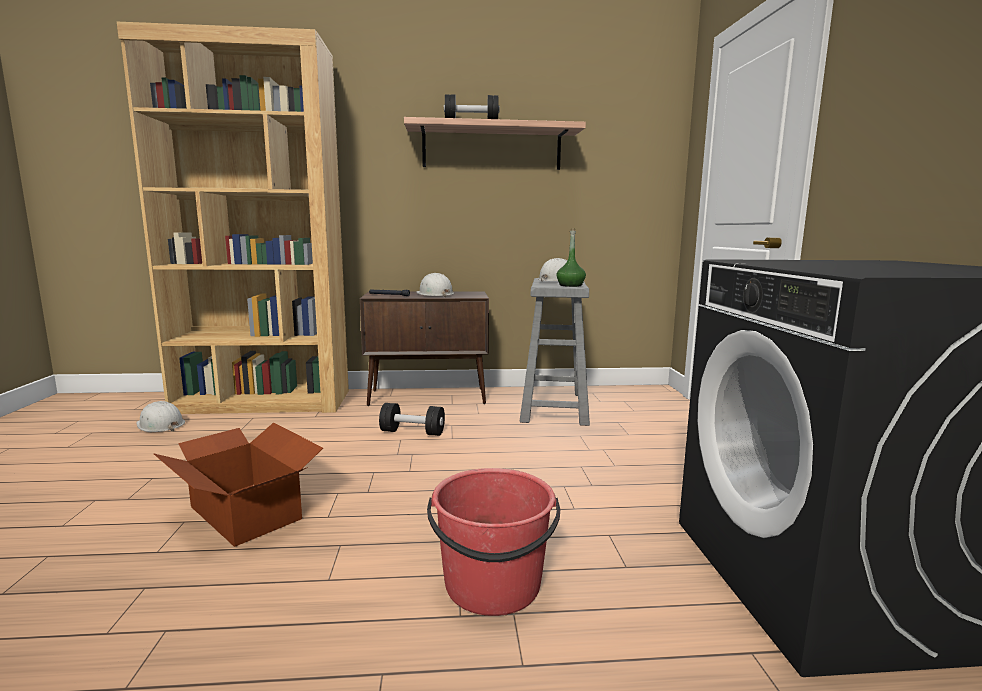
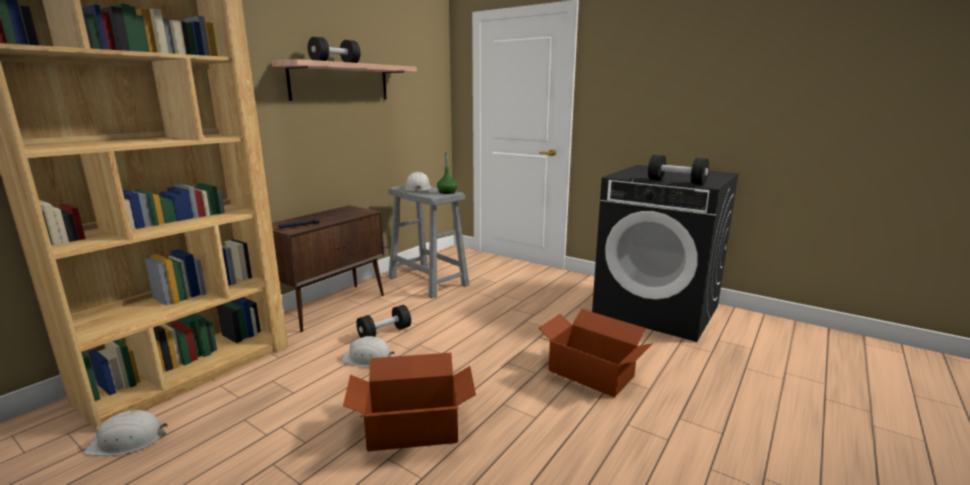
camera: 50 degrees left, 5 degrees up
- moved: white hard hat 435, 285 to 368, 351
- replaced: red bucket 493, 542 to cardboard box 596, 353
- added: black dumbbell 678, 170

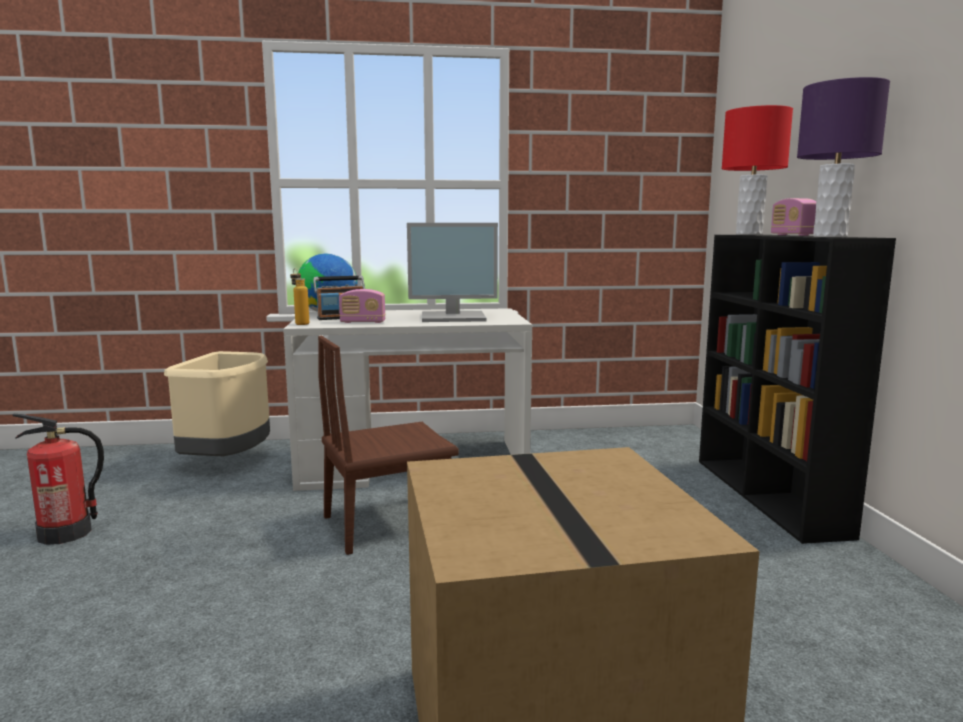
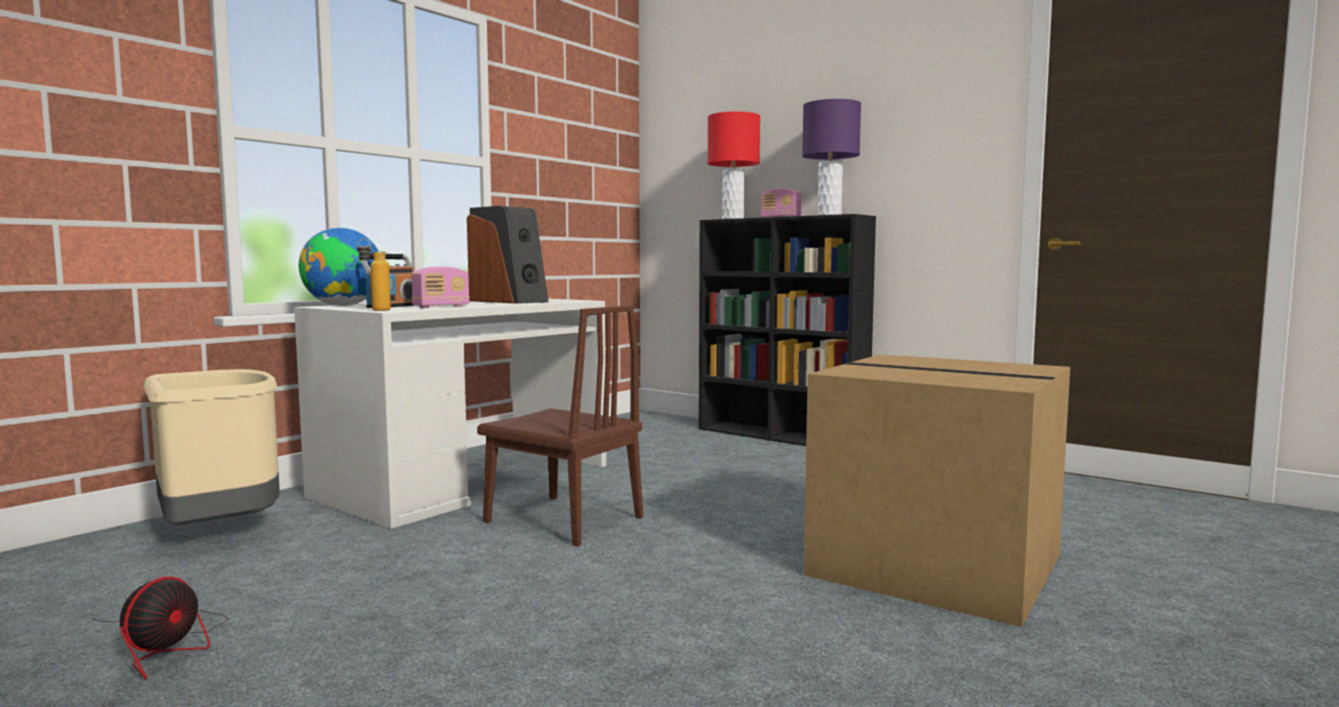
camera: 45 degrees left, 5 degrees down
- replaced: fire extinguisher 58, 479 to fan 160, 628
- replaced: monitor 452, 272 to speaker 508, 255
- turned: brown chair 388, 445 = 560, 426 75 degrees counterclockwise

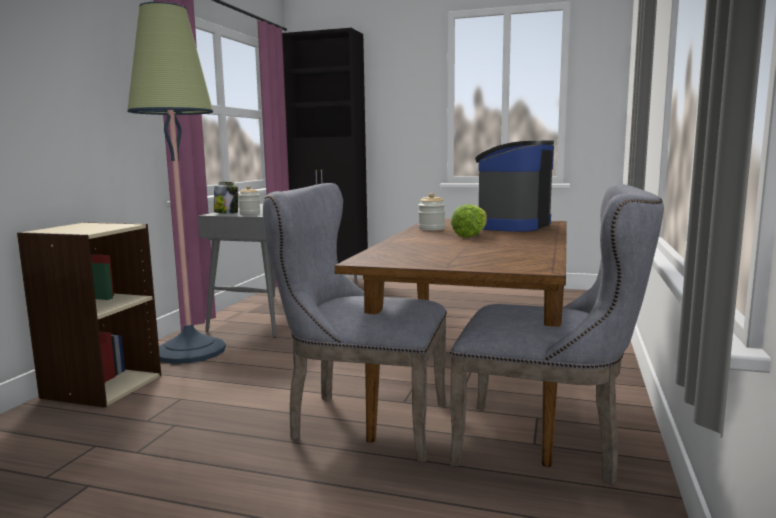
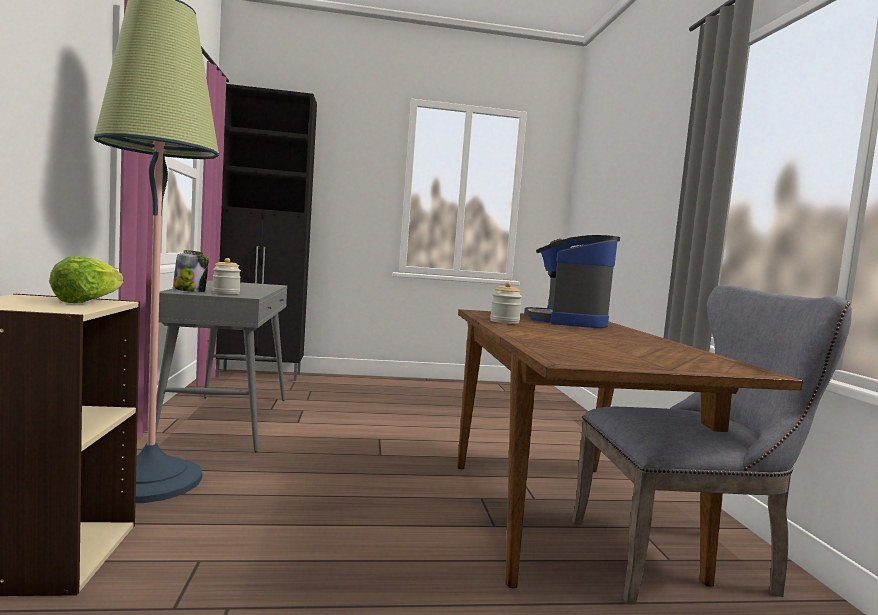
camera: 25 degrees left, 5 degrees down
- moved: lettuce 469, 220 to 86, 279
- removed: grey chair 355, 322

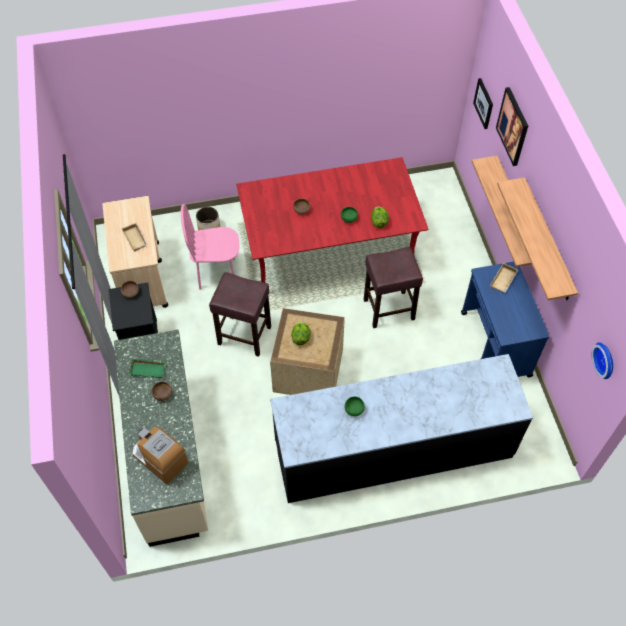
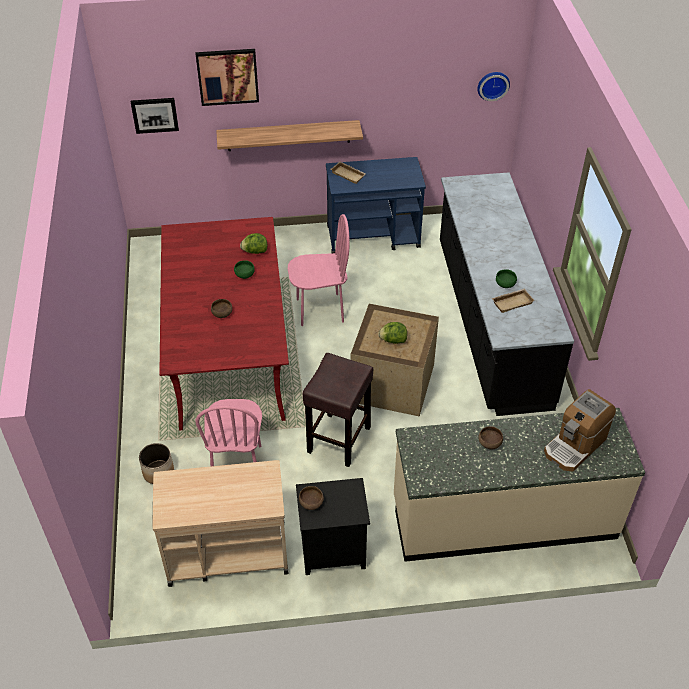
camera: 85 degrees left, 10 degrees down
- replaced: brown stool 393, 287 to pink chair 319, 270
- moved: beige tray 134, 237 to 513, 301
- removed: green tray 147, 368
- removed: shelf 537, 238

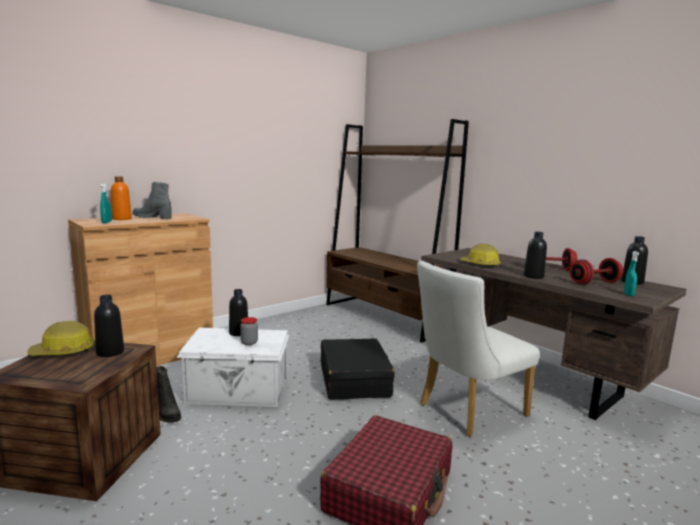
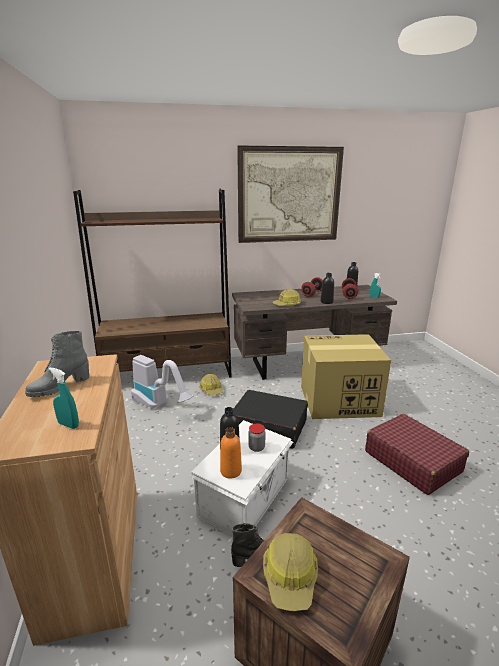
camera: 60 degrees left, 10 degrees up
- added: vacuum cleaner 162, 382
- added: hard hat 211, 384
- moved: orange bottle 121, 198 to 231, 452
- added: picture 290, 194
- replaced: white chair 478, 349 to cardboard box 346, 376
- removed: black bottle 109, 326

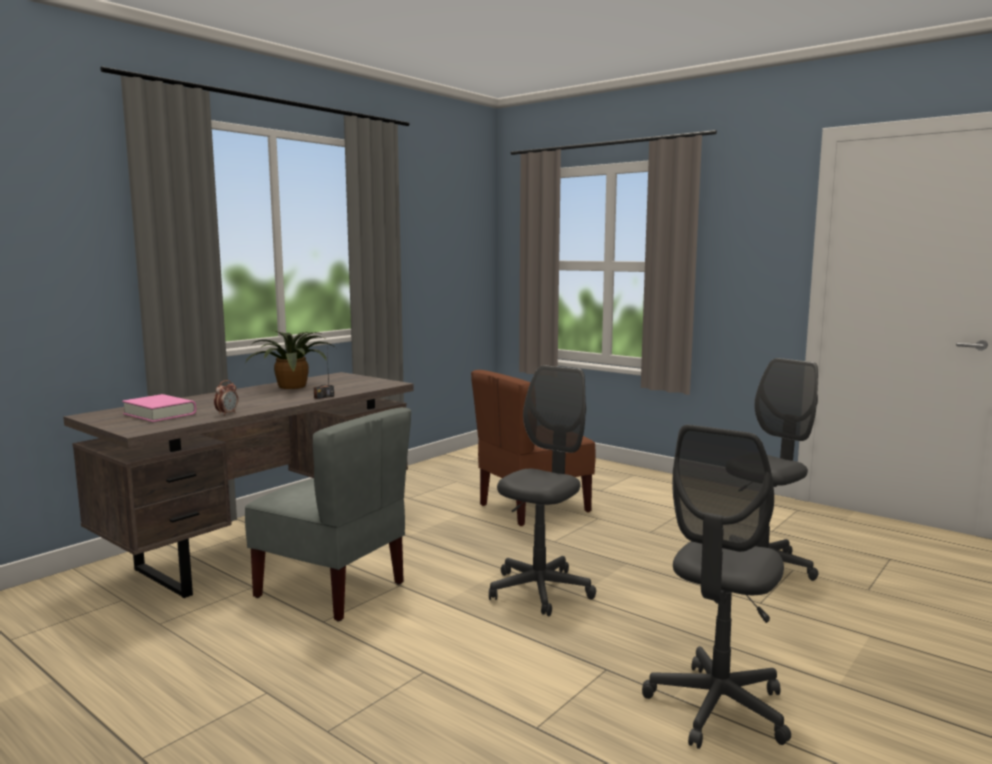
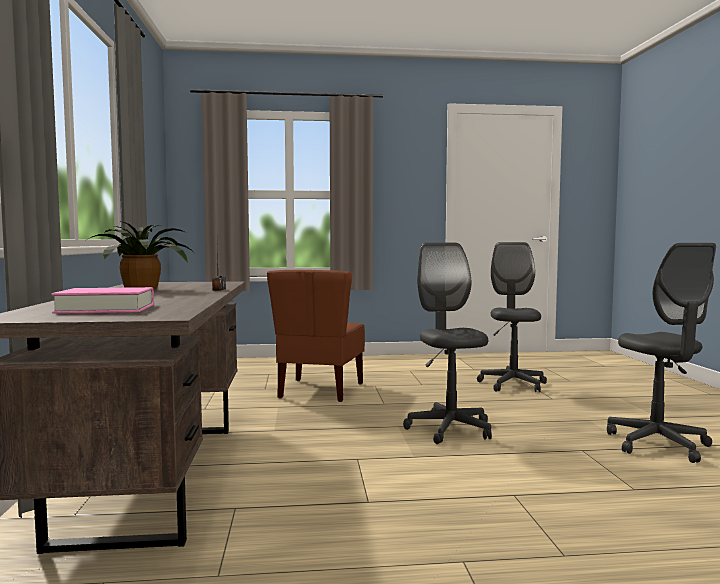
camera: 45 degrees left, 5 degrees down
- removed: alarm clock 226, 398
- removed: grey chair 328, 514

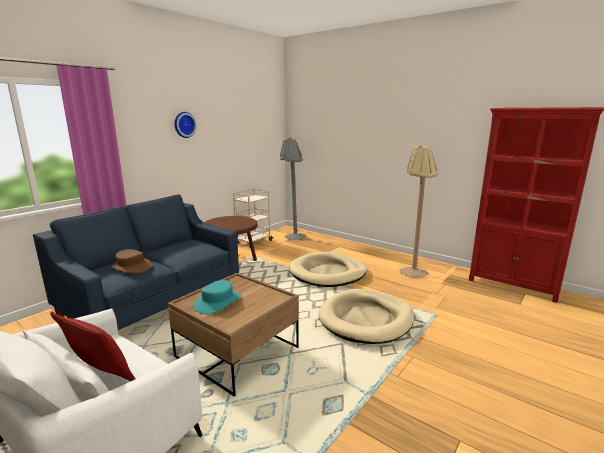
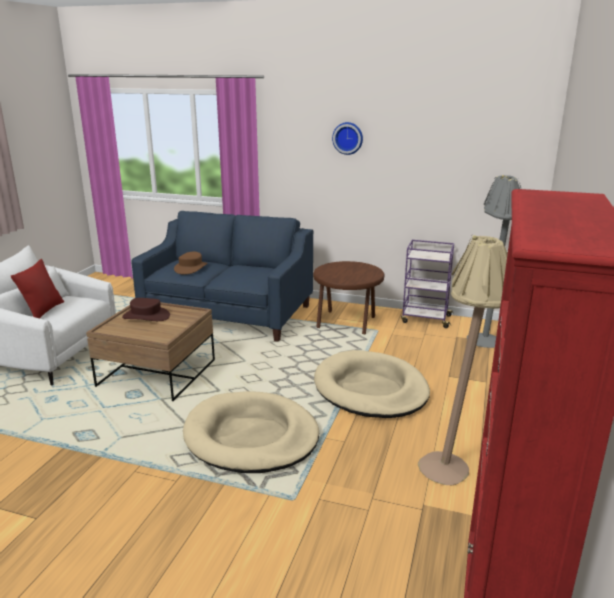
camera: 70 degrees right, 5 degrees up
- recoloured: turquoise hat 217, 297 to brown hat 146, 309
- recoloured: beige cart 253, 217 to purple cart 427, 284

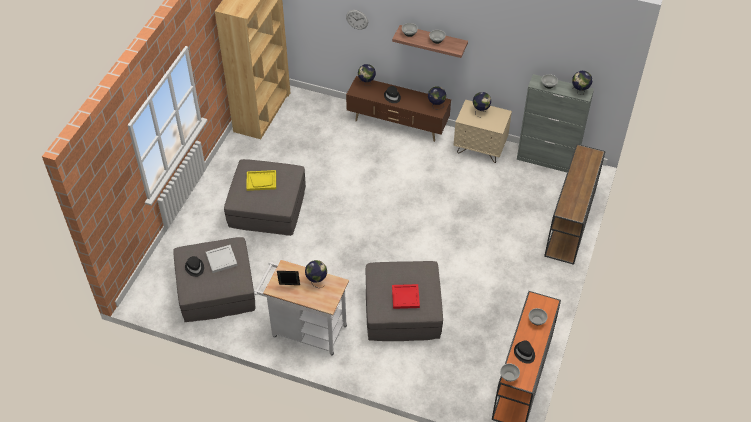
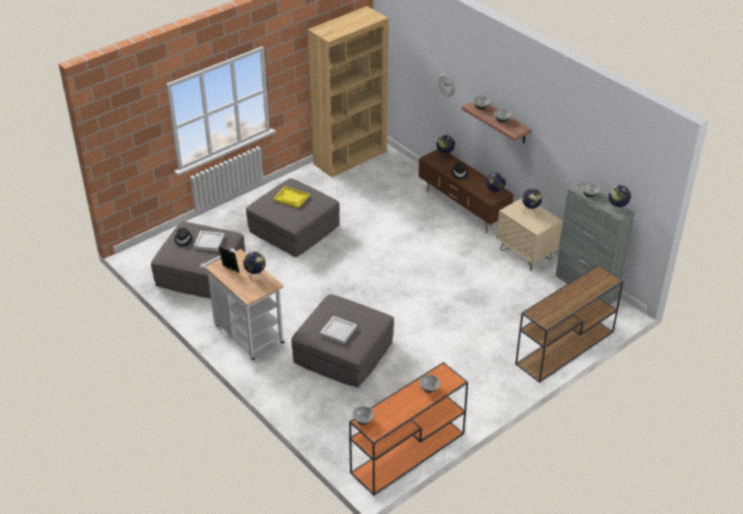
camera: 30 degrees right, 10 degrees down
- recoloured: red tray 406, 296 to white tray 338, 330
- removed: black hat 524, 352

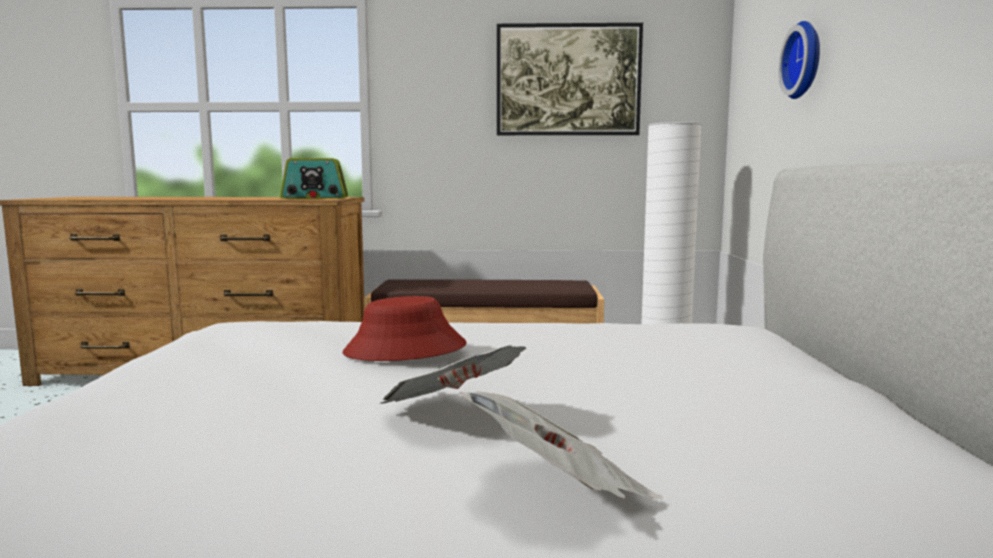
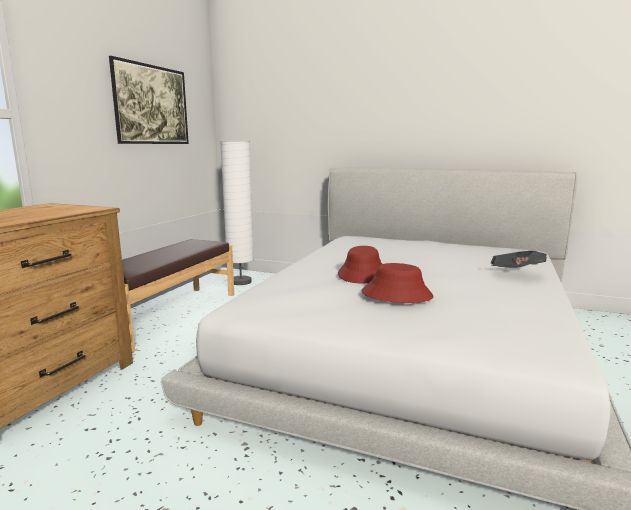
camera: 70 degrees left, 5 degrees up
- added: red hat 397, 283
- removed: radio 314, 178
- removed: newspaper 452, 374
- removed: wall clock 799, 60

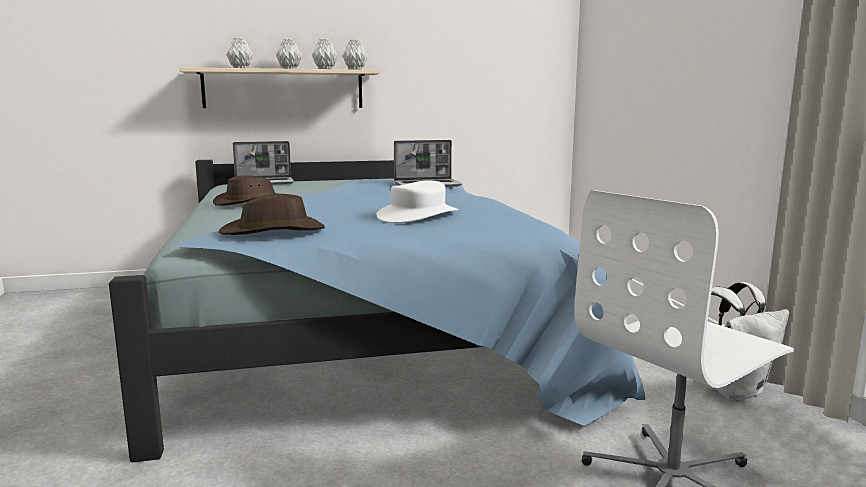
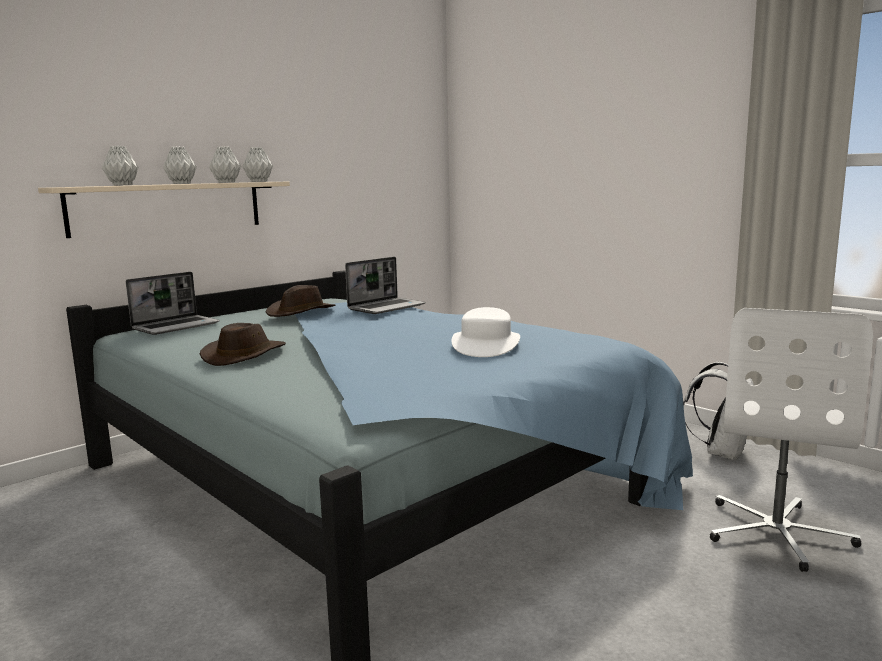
camera: 30 degrees left, 0 degrees up
- moved: brown hat 272, 214 to 300, 301

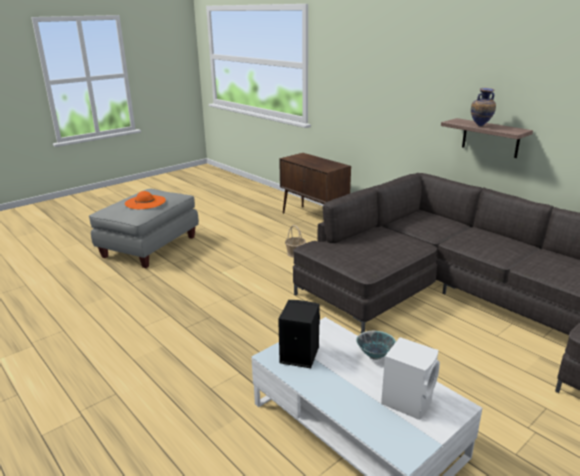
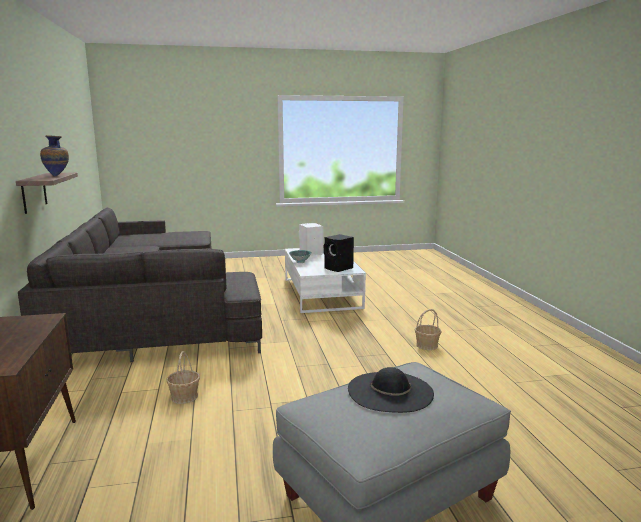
camera: 150 degrees left, 10 degrees down
- recoloured: orange hat 145, 200 to black hat 391, 390
- added: basket 428, 329

